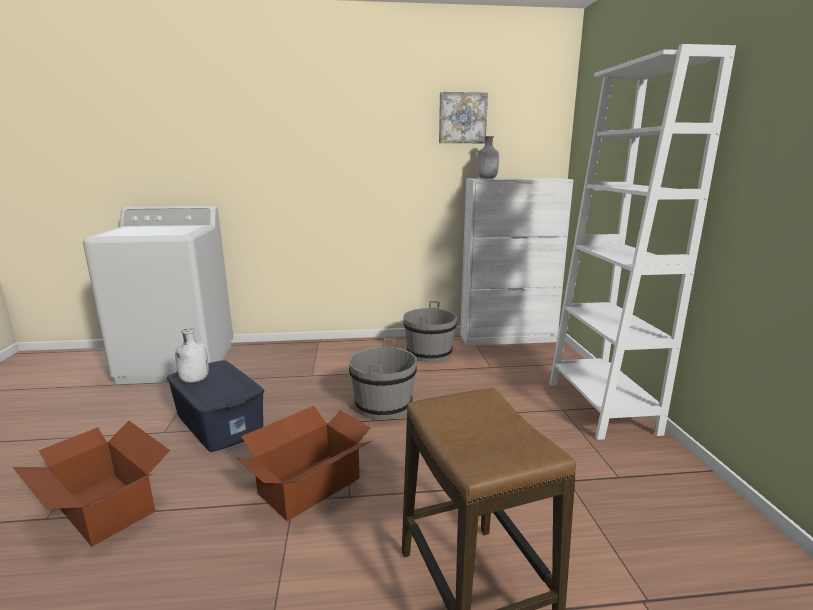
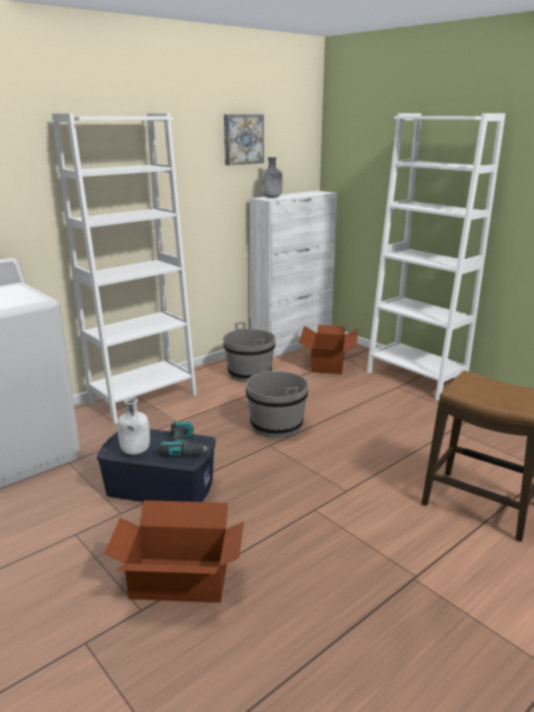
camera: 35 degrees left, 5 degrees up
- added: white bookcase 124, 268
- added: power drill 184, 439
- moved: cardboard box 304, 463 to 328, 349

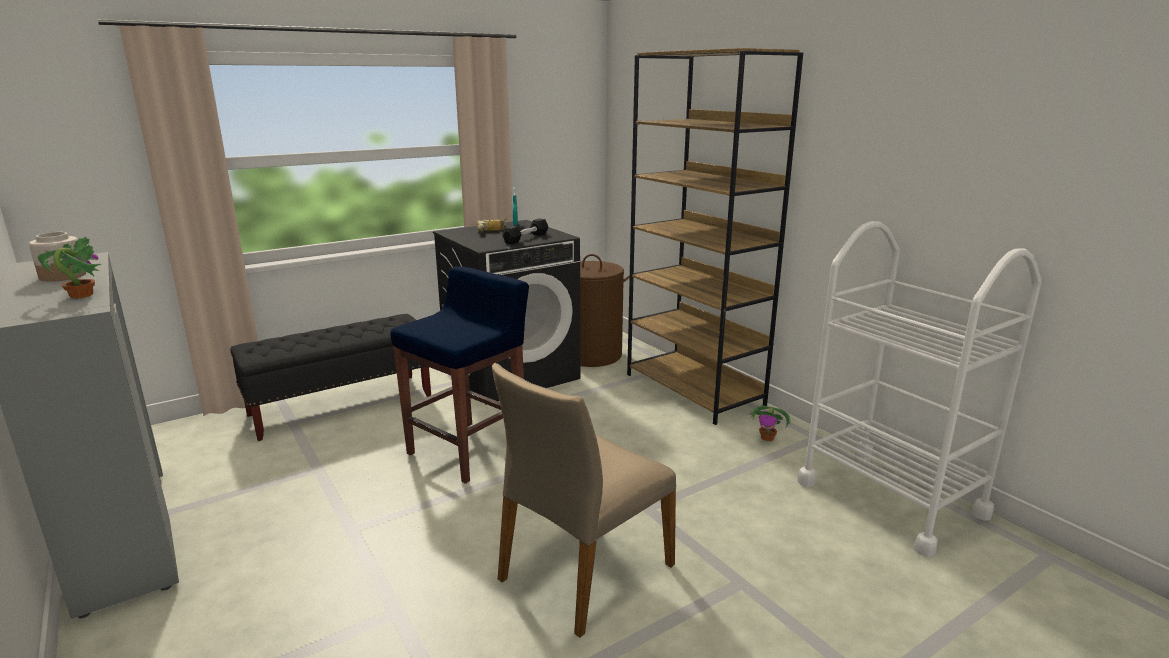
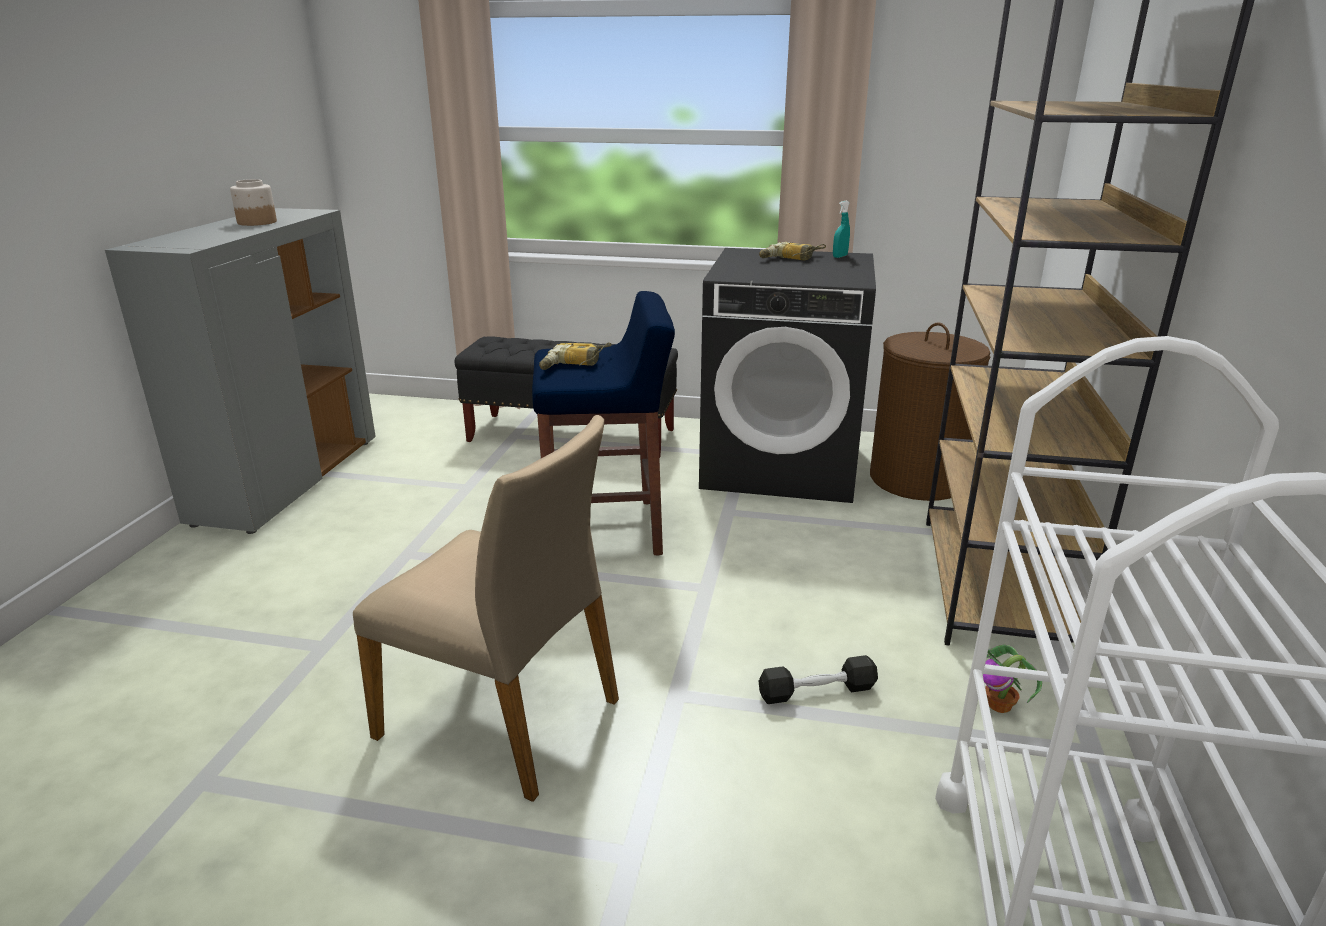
camera: 45 degrees right, 5 degrees up
- turned: beige chair 584, 500 = 486, 608 150 degrees counterclockwise
- added: power drill 575, 356
- moved: black dumbbell 525, 231 to 818, 679
- removed: potted plant 69, 268

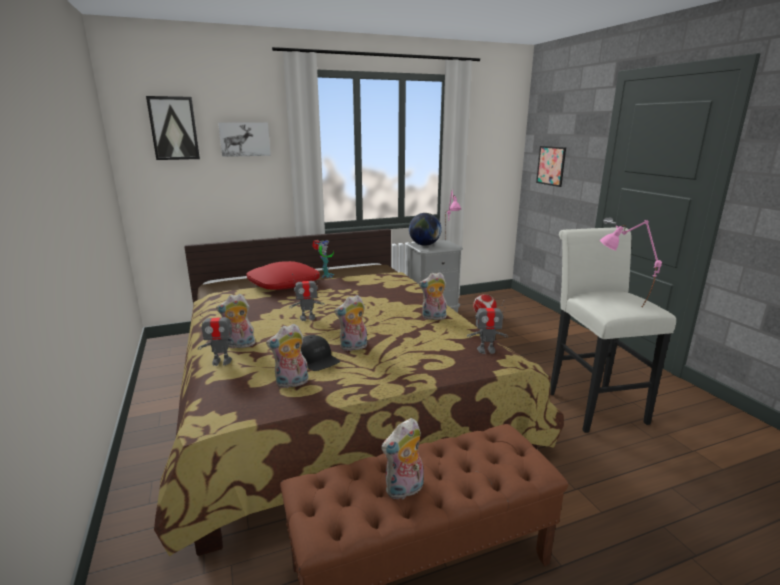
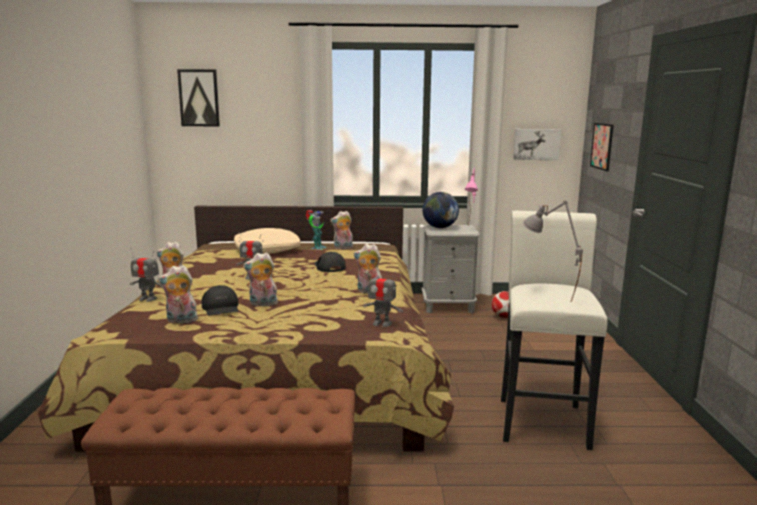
camera: 20 degrees right, 5 degrees down
- recoloured: red pillow 283, 275 to beige pillow 267, 241
- added: black cap 330, 262
- moved: plush toy 402, 459 to 341, 230
- moved: picture 244, 139 to 537, 144
- recoloured: pink table lamp 631, 263 to grey table lamp 553, 251

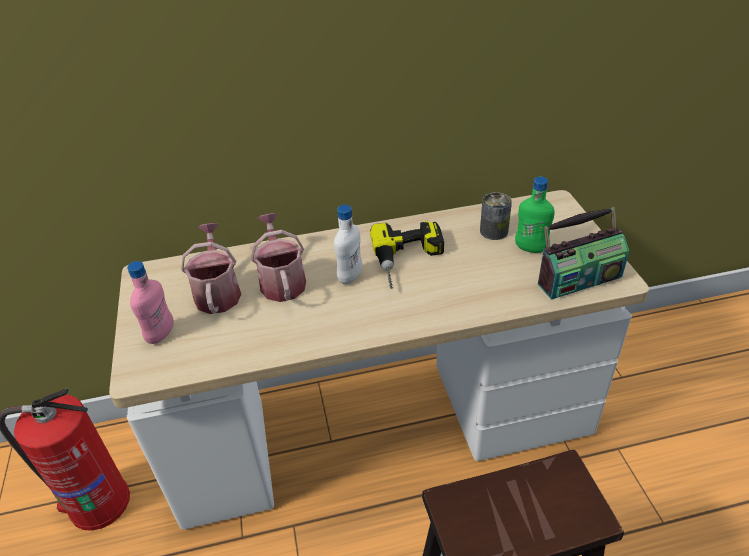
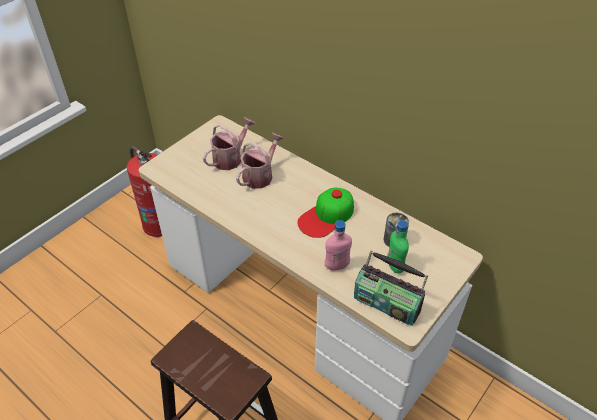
camera: 50 degrees right, 5 degrees up
- replaced: power drill 407, 255 to cap 326, 213
- moved: pink bottle 150, 302 to 338, 245
- removed: white bottle 348, 244

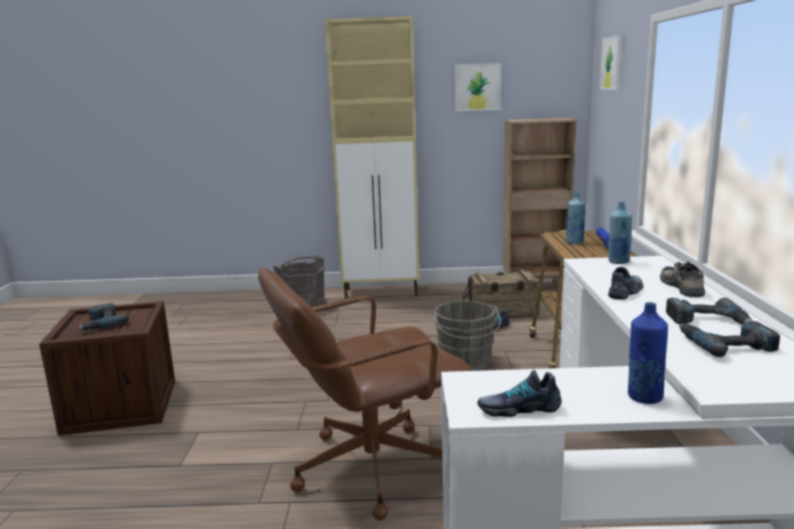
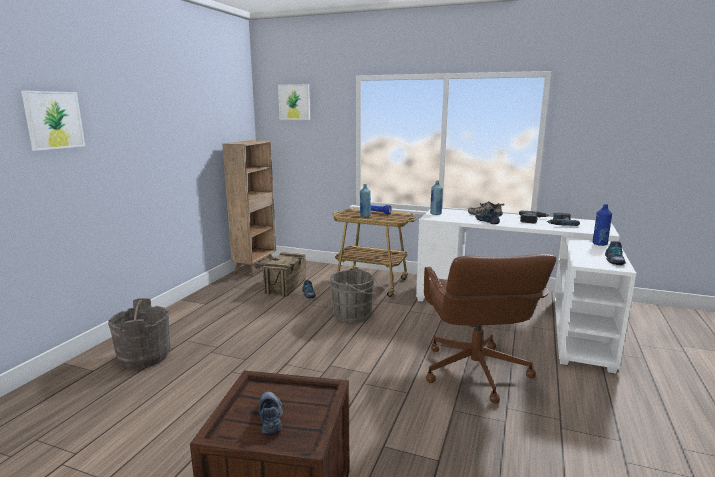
camera: 70 degrees left, 0 degrees up
- moved: picture 478, 87 to 53, 121
- replaced: power drill 103, 316 to shoe 270, 413
- removed: beige cabinet 372, 157

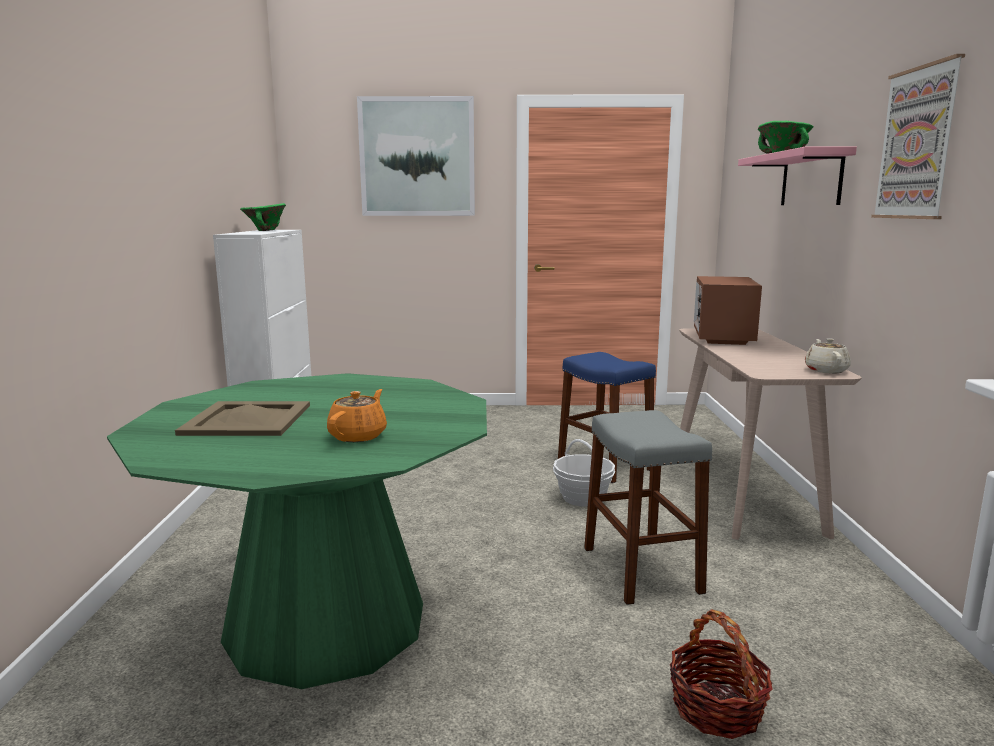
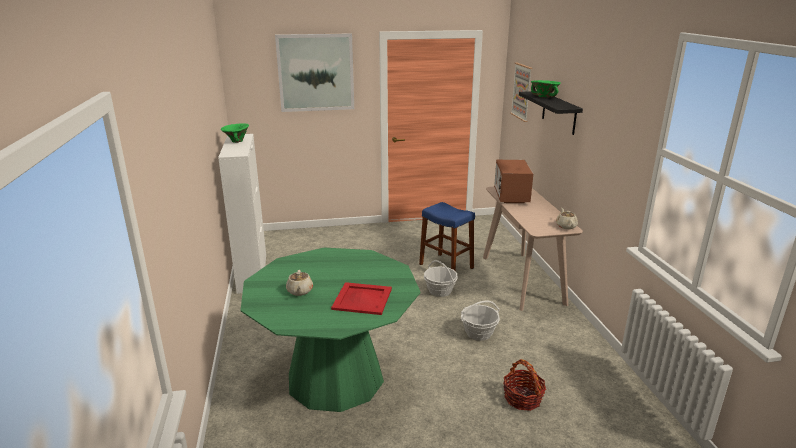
camera: 10 degrees left, 10 degrees up
- replaced: beige tray 242, 418 to beige teapot 299, 283
- replaced: orange teapot 357, 415 to red tray 361, 298
- replaced: grey stool 648, 507 to basket 480, 321
- moved: picture 918, 136 to 521, 92
- recoloured: pink shelf 797, 176 to black shelf 551, 113

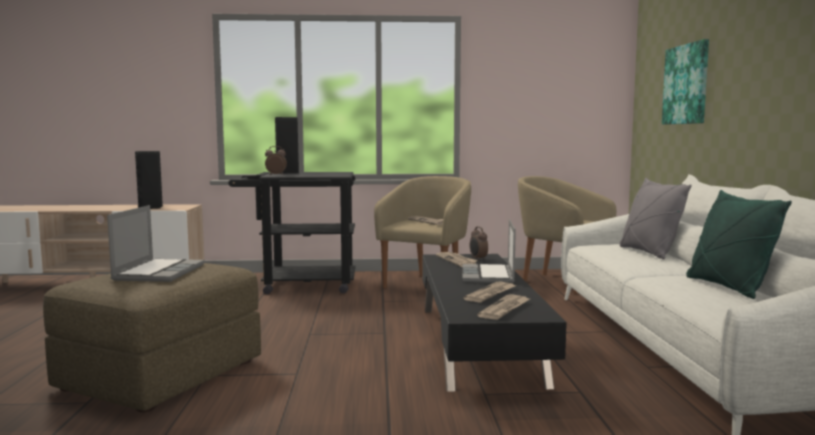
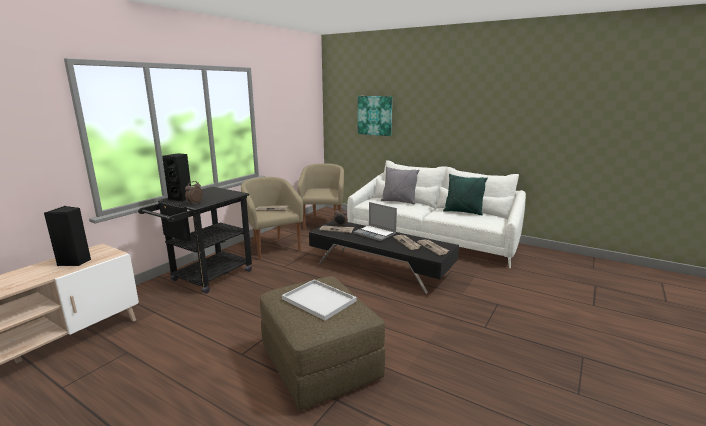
camera: 55 degrees left, 10 degrees up
- replaced: laptop 156, 243 to white tray 319, 300
- turned: beige armchair 567, 235 = 320, 196 105 degrees clockwise

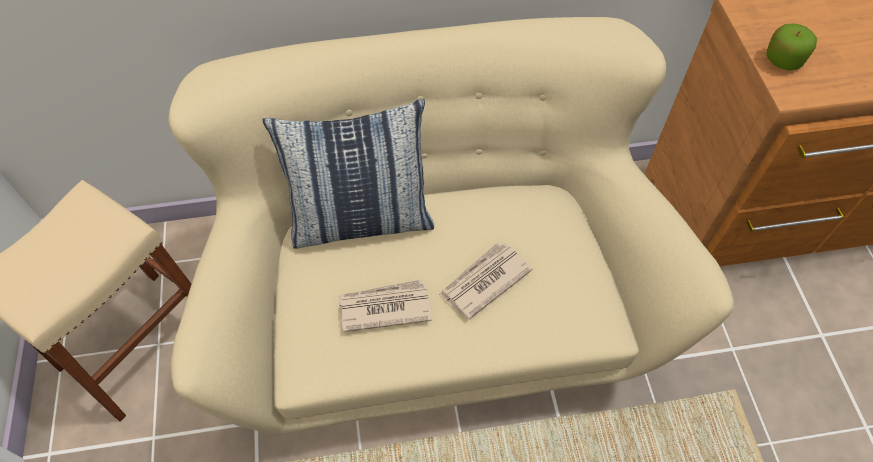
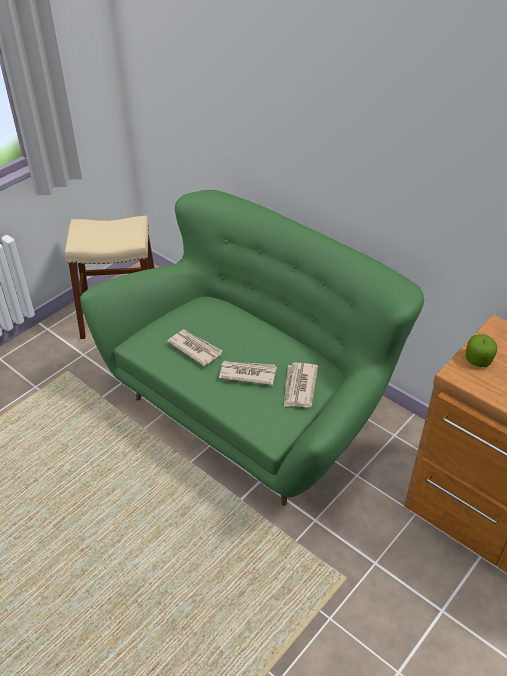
camera: 50 degrees right, 15 degrees down
- recoloured: beige sofa 451, 225 to green sofa 252, 348
- added: newspaper 301, 385
- removed: pillow 348, 174

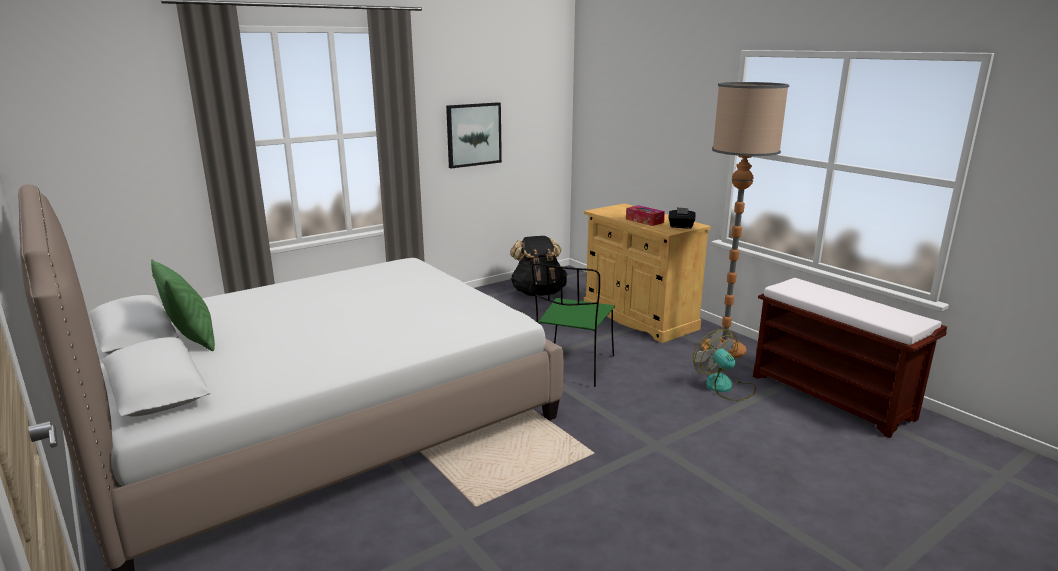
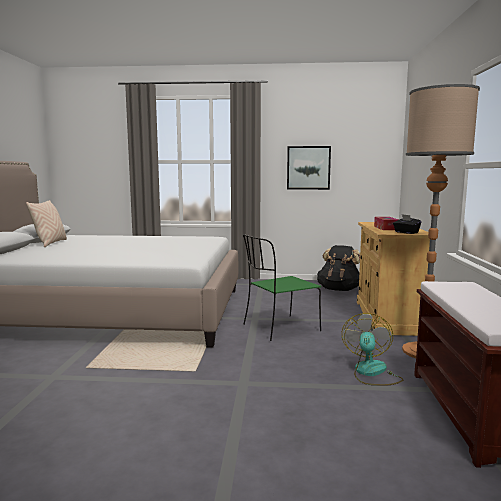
camera: 40 degrees right, 10 degrees down
- recoloured: green pillow 183, 305 to beige pillow 46, 223

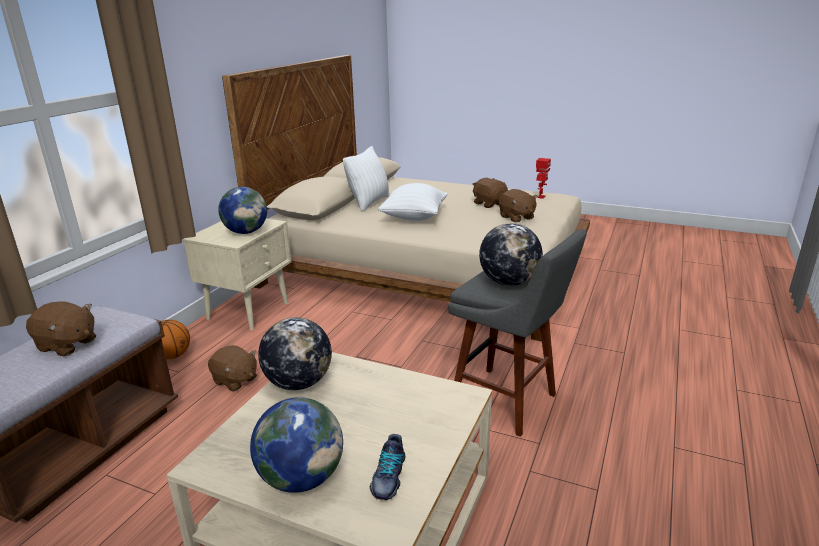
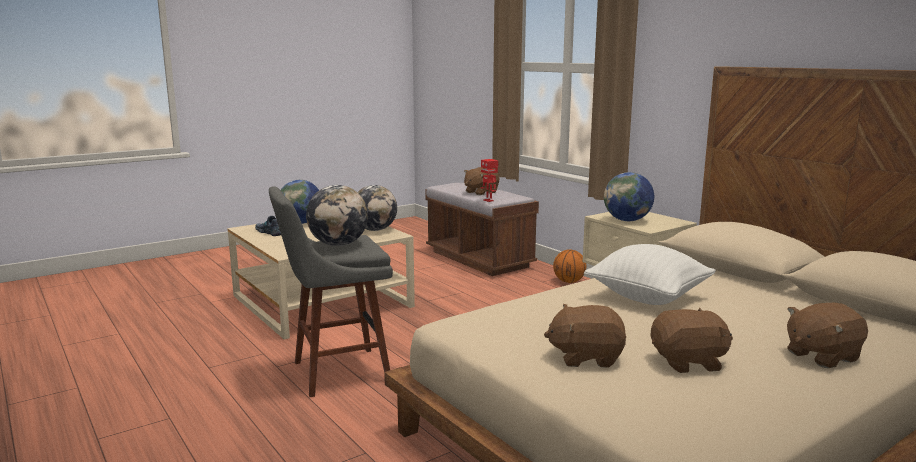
camera: 120 degrees right, 10 degrees down
- moved: toy robot 543, 178 to 489, 180
- moved: brown plush toy 232, 368 to 827, 335
- removed: white pillow 366, 179

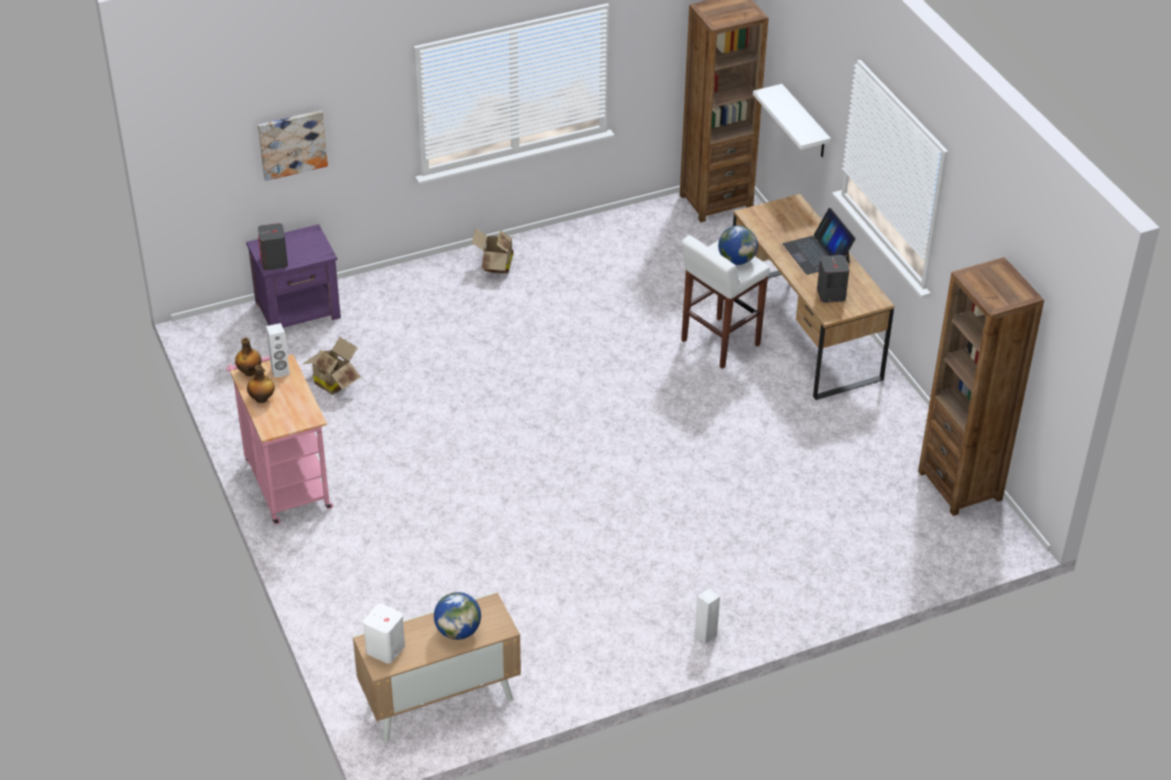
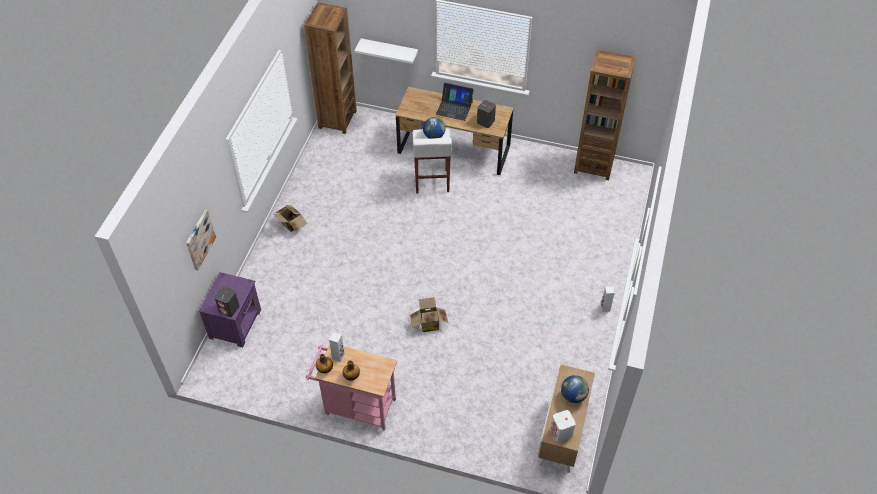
camera: 50 degrees left, 10 degrees up
- moved: cardboard box 332, 366 to 429, 314

